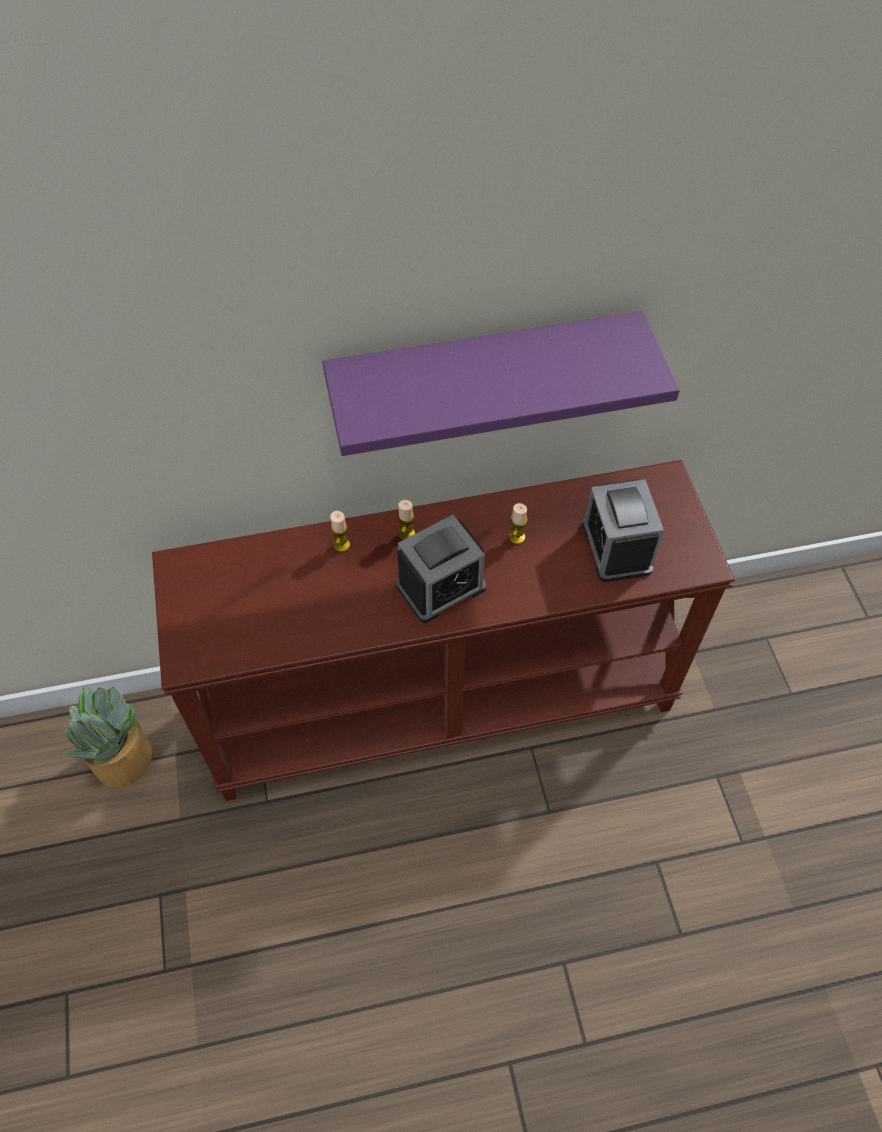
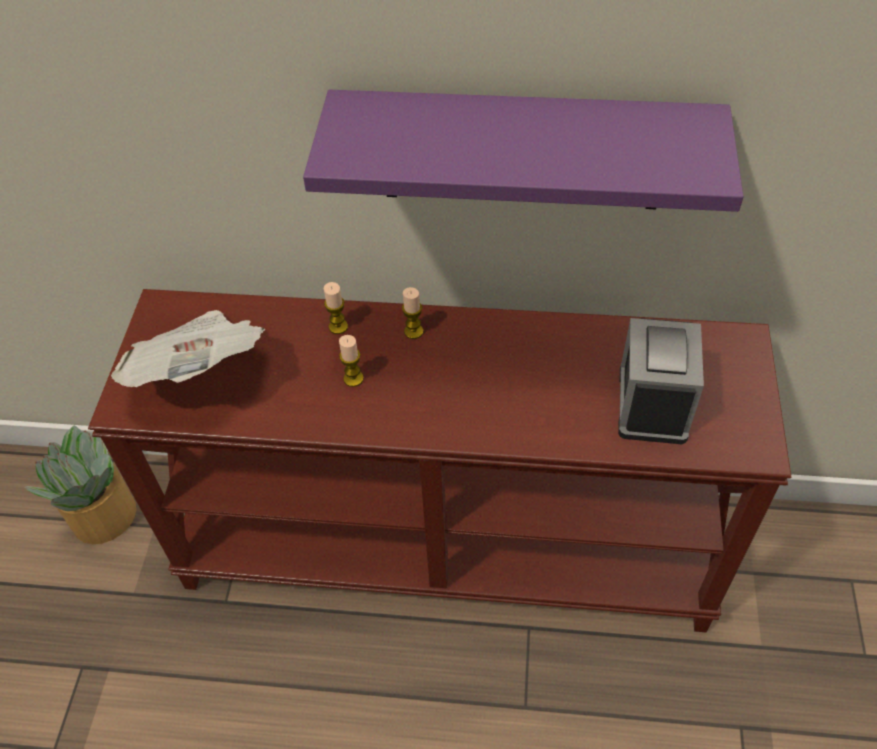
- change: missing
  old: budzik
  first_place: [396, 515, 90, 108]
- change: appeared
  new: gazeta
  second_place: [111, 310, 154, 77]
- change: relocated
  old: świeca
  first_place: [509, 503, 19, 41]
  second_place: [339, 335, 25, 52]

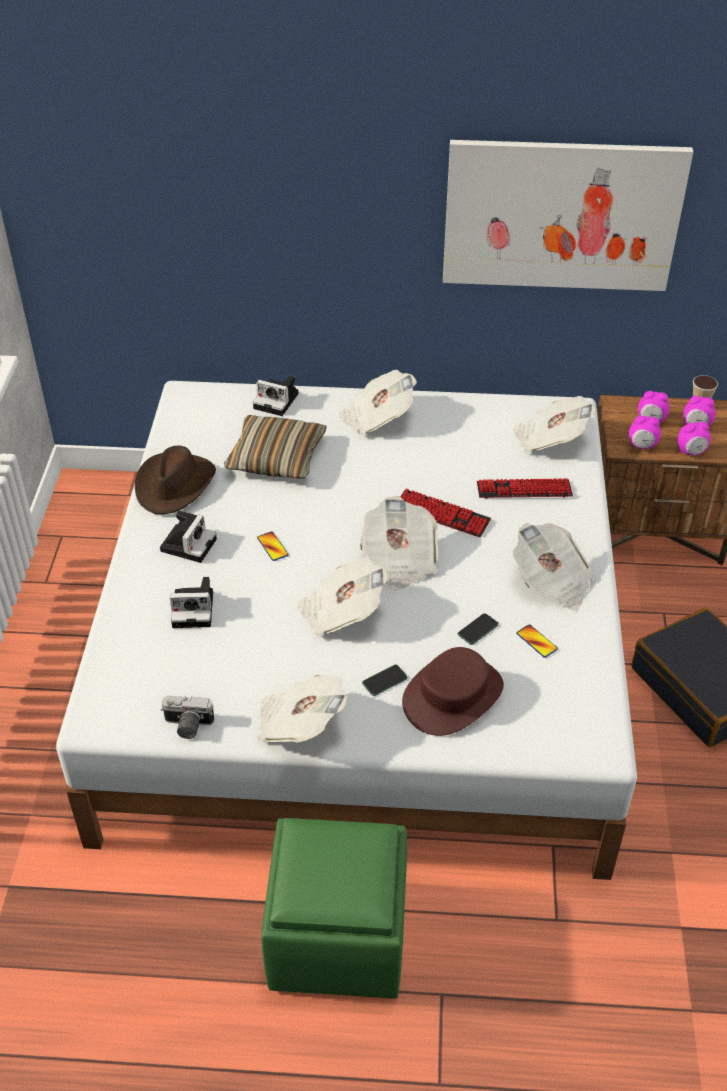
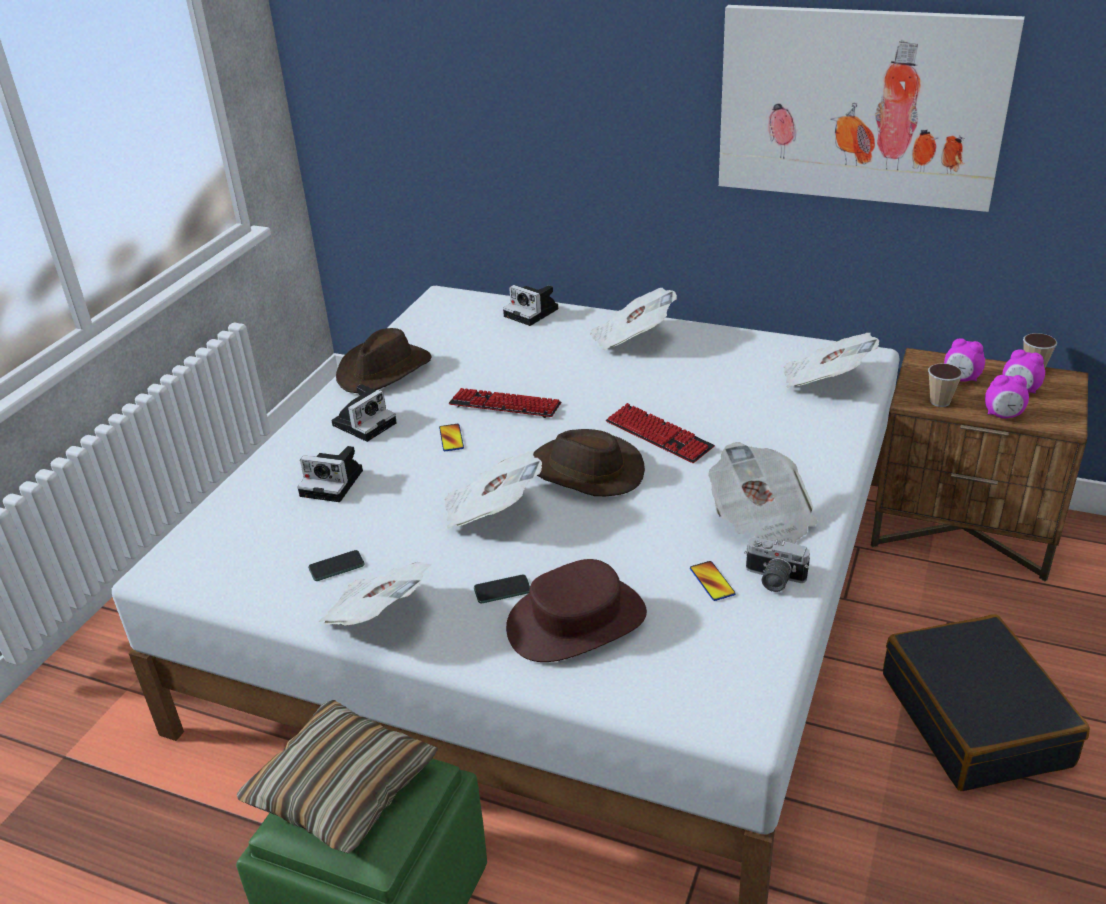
- change: relocated
  old: aparat fotograficzny
  first_place: [160, 696, 54, 43]
  second_place: [744, 537, 66, 55]
- change: relocated
  old: poduszka
  first_place: [224, 415, 103, 64]
  second_place: [236, 700, 202, 154]
- change: relocated
  old: telefon
  first_place: [457, 613, 42, 32]
  second_place: [308, 550, 57, 31]
- change: relocated
  old: klawiatura
  first_place: [477, 478, 96, 21]
  second_place: [449, 388, 112, 30]
- change: exchanged
  old: gazeta
  new: kapelusz/brązowy
  first_place: [359, 496, 79, 95]
  second_place: [533, 429, 112, 67]
- change: exchanged
  old: budzik
  new: filiżanka
  first_place: [629, 416, 32, 33]
  second_place: [928, 363, 35, 44]

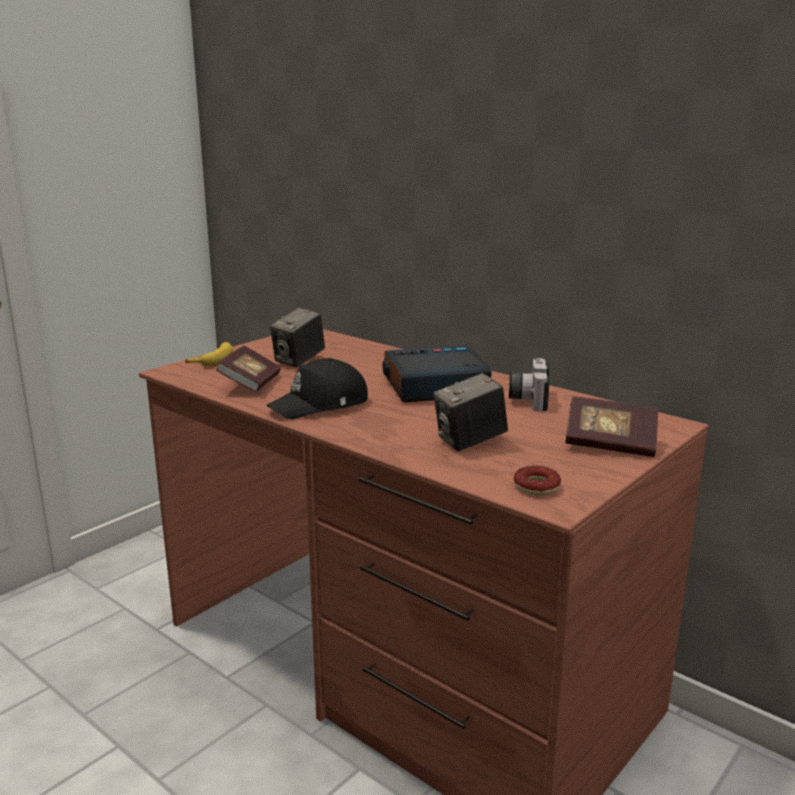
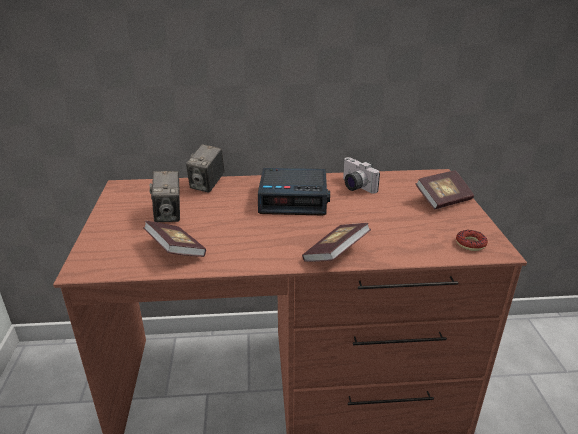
- change: missing
  old: banan
  first_place: [185, 342, 48, 24]
- change: missing
  old: czapka z daszkiem/czarny
  first_place: [267, 358, 101, 61]
- change: appeared
  new: książka
  second_place: [302, 223, 69, 39]
- change: relocated
  old: aparat fotograficzny
  first_place: [433, 373, 75, 78]
  second_place: [186, 144, 38, 49]
- change: spun
  old: budzik
  first_place: [383, 345, 108, 57]
  second_place: [258, 168, 72, 47]
  degrees: -120

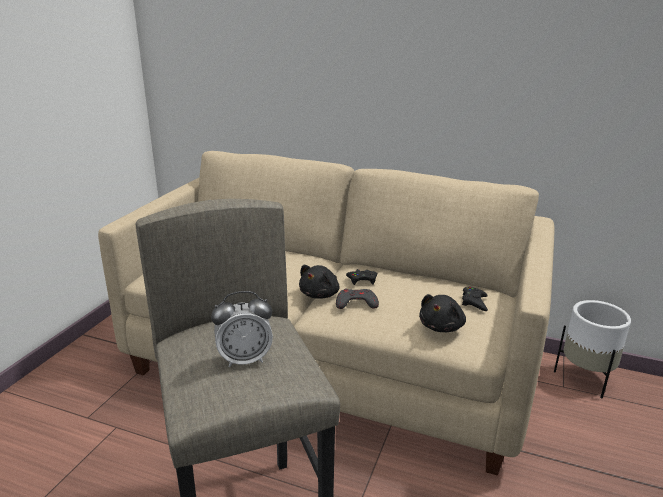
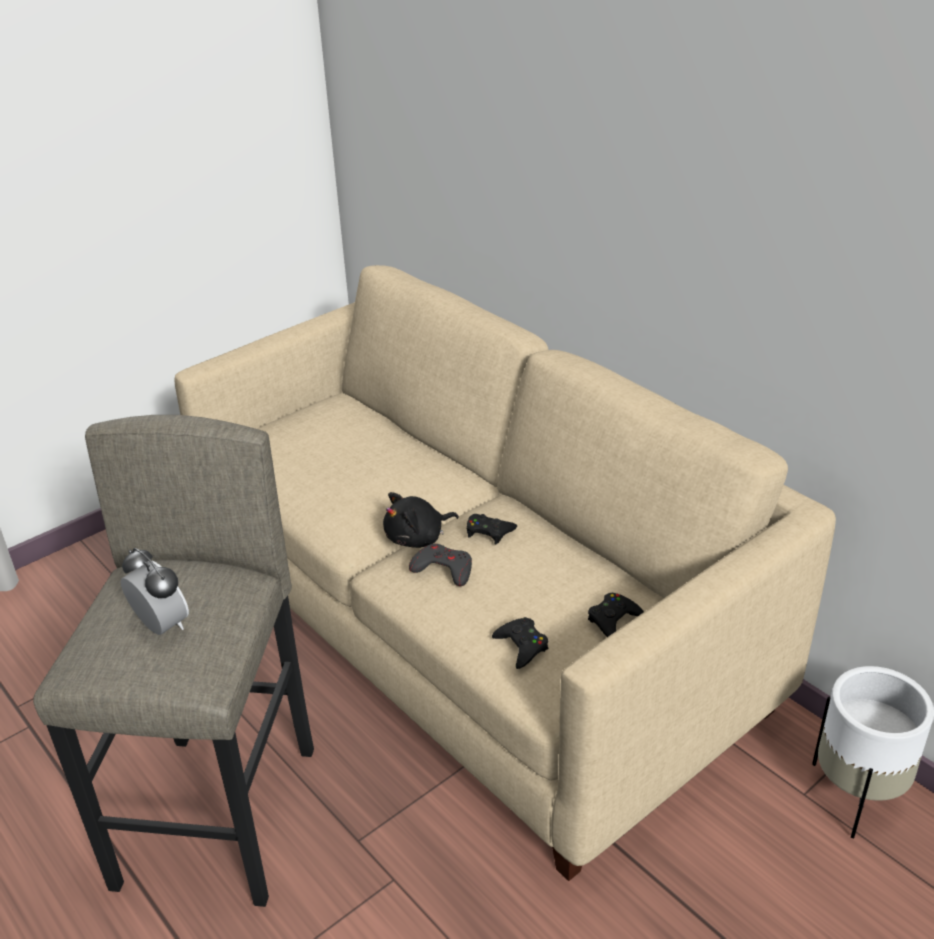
- change: exchanged
  old: pluszak/czarny
  new: pad do gier/czarny
  first_place: [419, 294, 47, 38]
  second_place: [492, 617, 56, 52]
- change: spun
  old: budzik
  first_place: [211, 291, 62, 76]
  second_place: [120, 548, 69, 87]
  degrees: -150

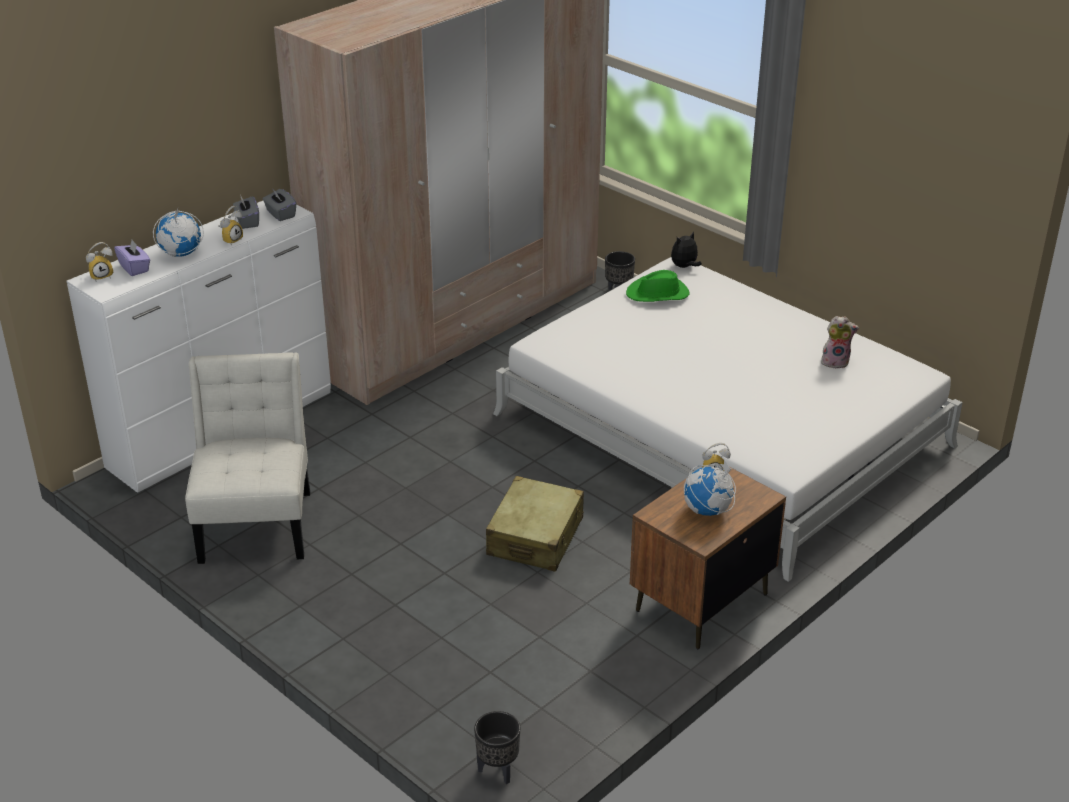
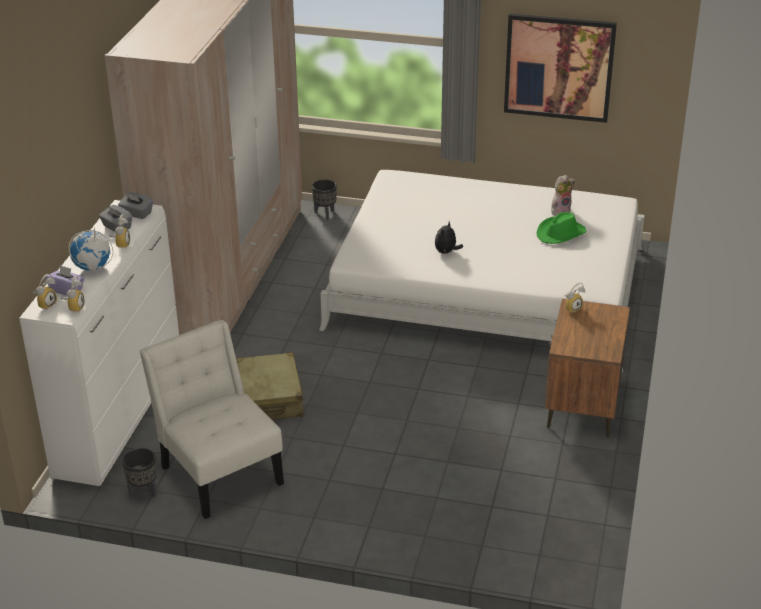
- change: missing
  old: globus
  first_place: [684, 460, 52, 56]
- change: appeared
  new: budzik
  second_place: [61, 276, 24, 36]
- change: appeared
  new: obraz
  second_place: [504, 13, 113, 110]
- change: relocated
  old: donica/czarny
  first_place: [474, 711, 46, 73]
  second_place: [122, 448, 35, 50]
- change: relocated
  old: walizka/beżowy
  first_place: [486, 476, 98, 96]
  second_place: [236, 352, 68, 68]
- change: relocated
  old: kapelusz/zielony
  first_place: [626, 270, 64, 32]
  second_place: [537, 212, 50, 32]
- change: relocated
  old: pluszak
  first_place: [671, 232, 31, 36]
  second_place: [435, 222, 28, 32]

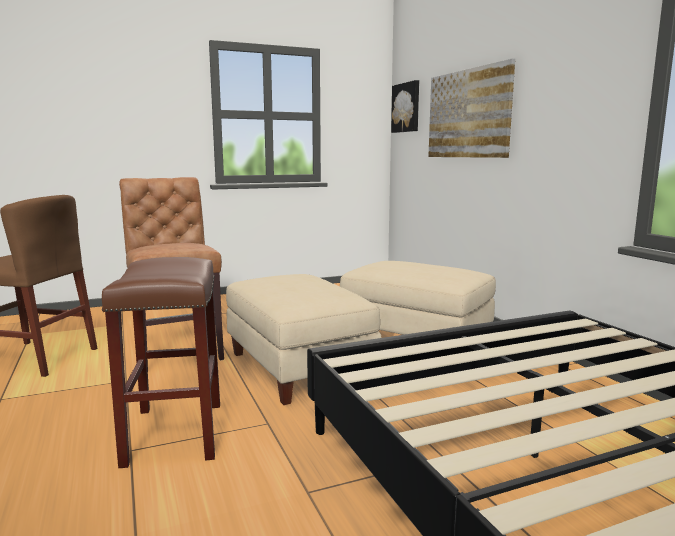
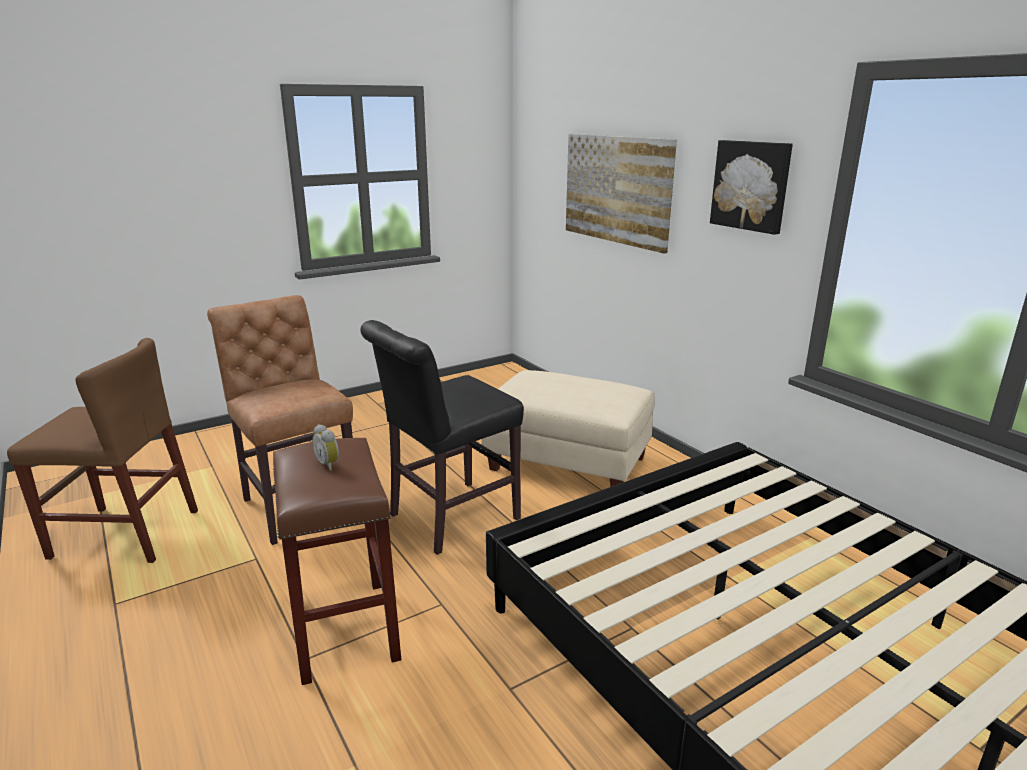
- change: appeared
  new: budzik
  second_place: [312, 424, 27, 47]
- change: relocated
  old: obraz
  first_place: [391, 80, 28, 53]
  second_place: [710, 140, 83, 95]
- change: exchanged
  old: pufa/beżowy
  new: krzesło/czarny
  first_place: [226, 274, 156, 131]
  second_place: [361, 320, 163, 235]

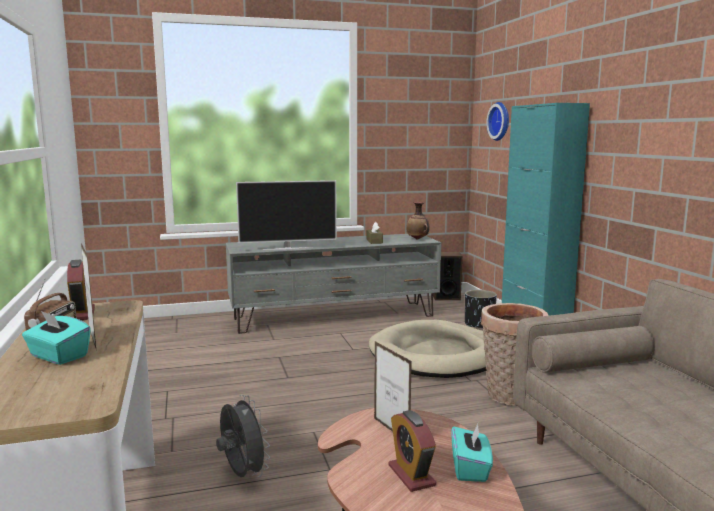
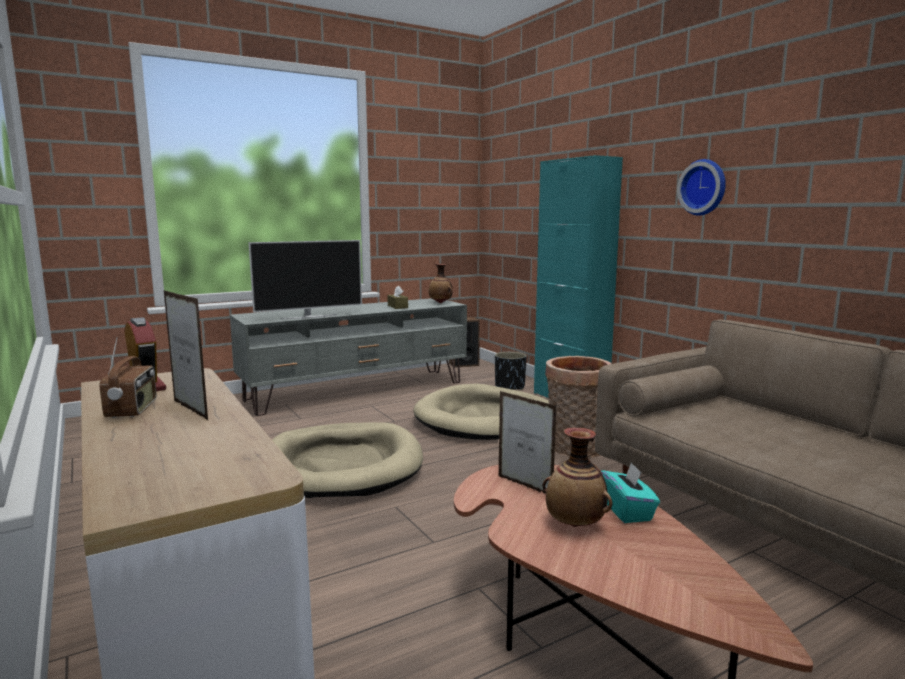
- change: missing
  old: pudełko chusteczek/turkusowy
  first_place: [22, 311, 69, 54]
- change: missing
  old: wentylator/szary
  first_place: [216, 395, 54, 83]
- change: appeared
  new: legowisko/beżowy
  second_place: [272, 422, 151, 76]
- change: relocated
  old: zegar ścienny
  first_place: [486, 102, 23, 39]
  second_place: [677, 159, 49, 57]
- change: exchanged
  old: budzik
  new: wazon
  first_place: [388, 410, 48, 82]
  second_place: [543, 428, 69, 99]

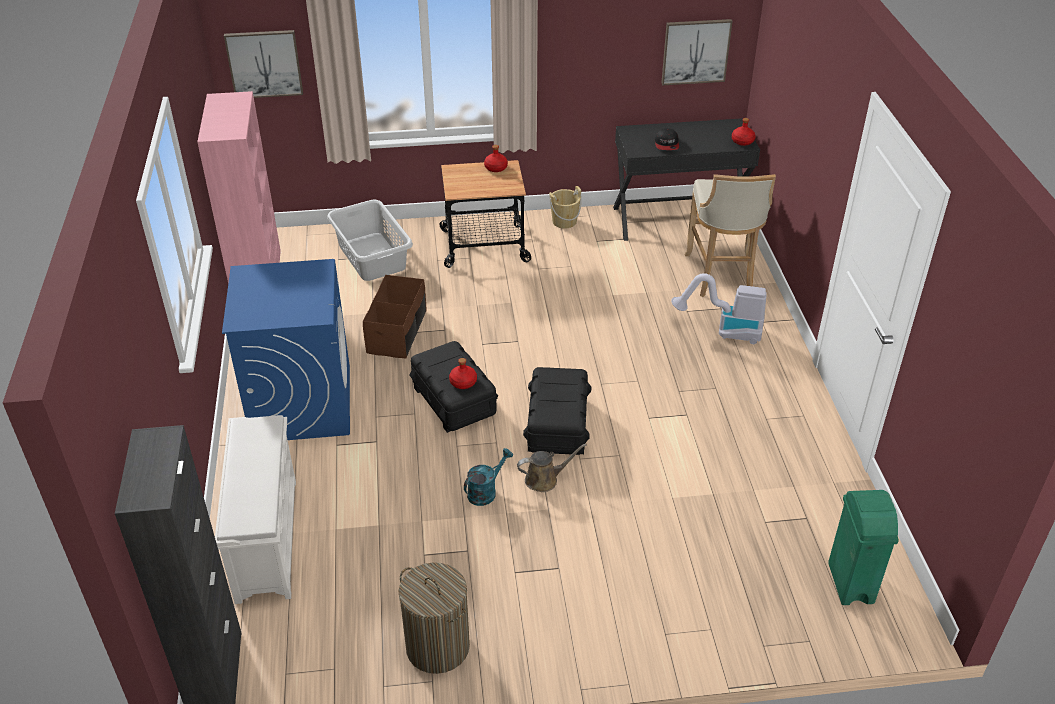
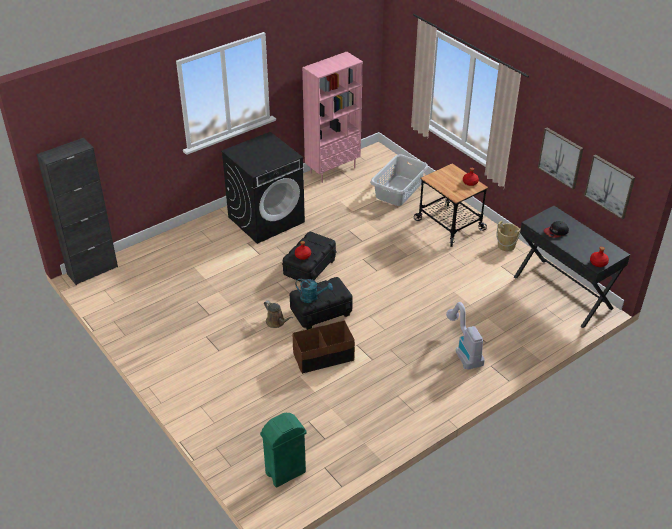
- change: missing
  old: regał na buty/biały
  first_place: [215, 415, 81, 189]
- change: missing
  old: kosz na pranie
  first_place: [399, 562, 71, 112]
- change: missing
  old: stołek/beżowy
  first_place: [685, 174, 91, 123]
- change: relocated
  old: obraz
  first_place: [224, 30, 79, 68]
  second_place: [538, 128, 46, 62]
- change: relocated
  old: pojemnik do przechowywania/brązowy
  first_place: [363, 275, 64, 83]
  second_place: [293, 320, 62, 54]
- change: relocated
  old: konewka/turkusowy
  first_place: [464, 448, 49, 58]
  second_place: [295, 279, 38, 24]
- change: colour
  old: pralka/niebieski
  new: pralka/czarny
  first_place: [222, 259, 128, 181]
  second_place: [221, 132, 84, 112]

